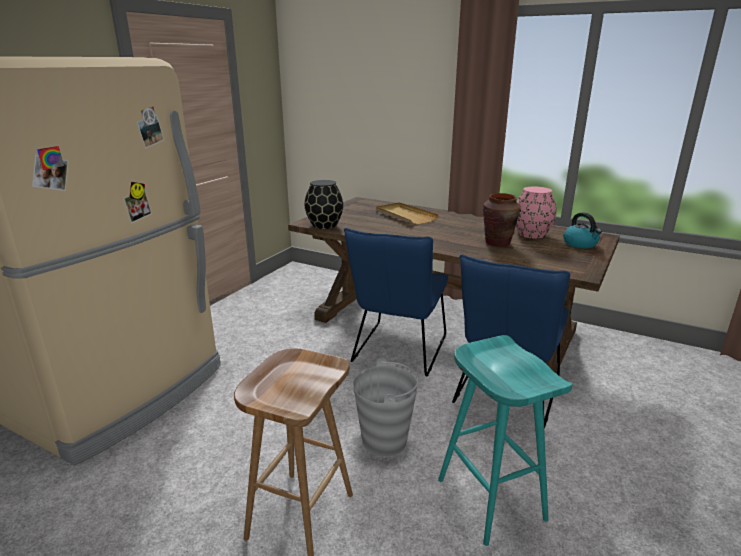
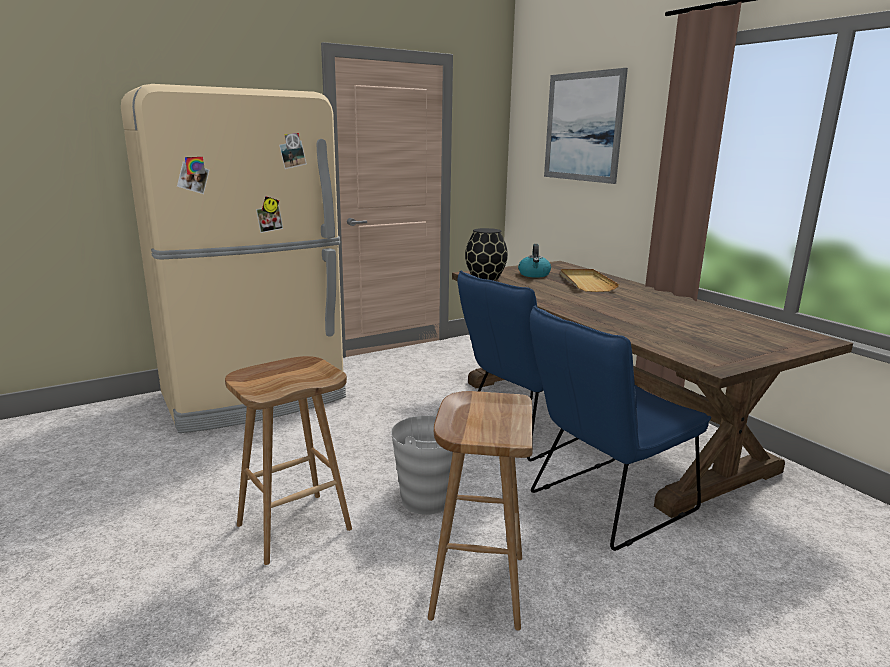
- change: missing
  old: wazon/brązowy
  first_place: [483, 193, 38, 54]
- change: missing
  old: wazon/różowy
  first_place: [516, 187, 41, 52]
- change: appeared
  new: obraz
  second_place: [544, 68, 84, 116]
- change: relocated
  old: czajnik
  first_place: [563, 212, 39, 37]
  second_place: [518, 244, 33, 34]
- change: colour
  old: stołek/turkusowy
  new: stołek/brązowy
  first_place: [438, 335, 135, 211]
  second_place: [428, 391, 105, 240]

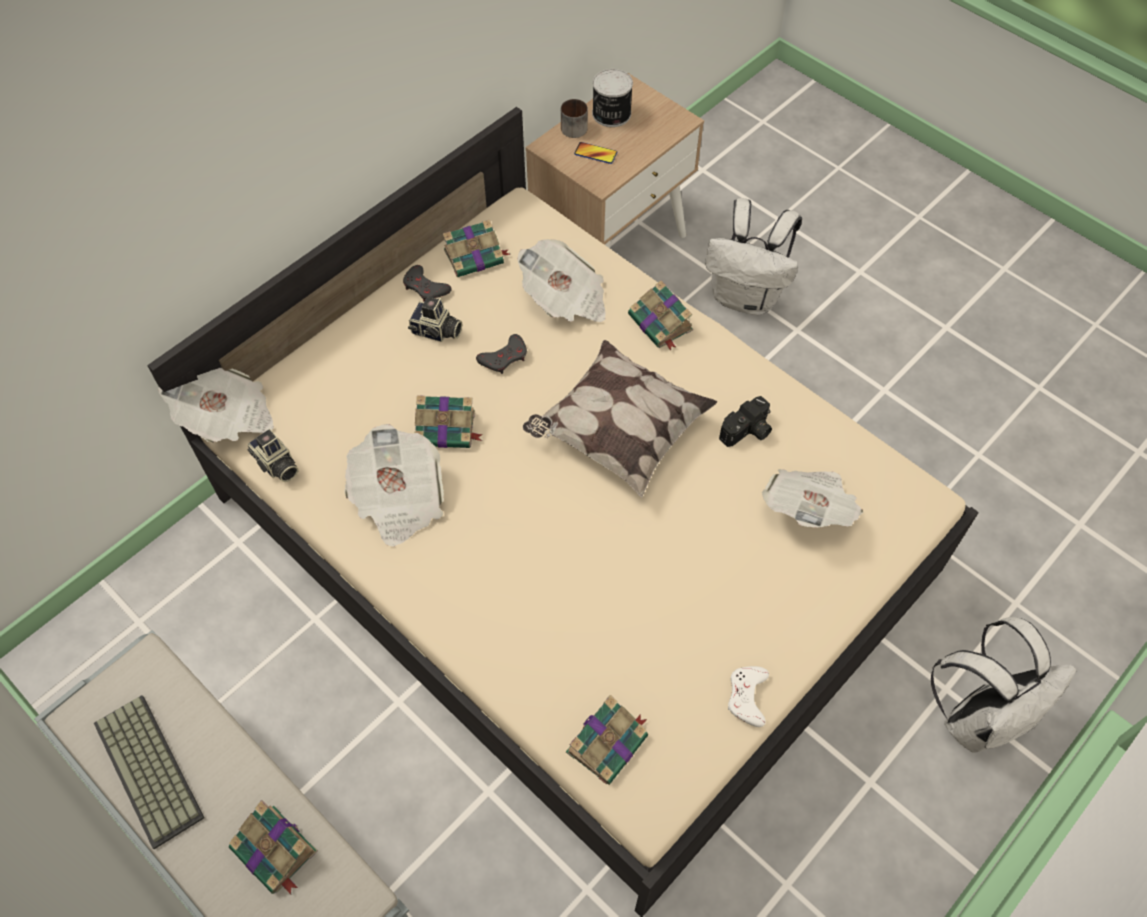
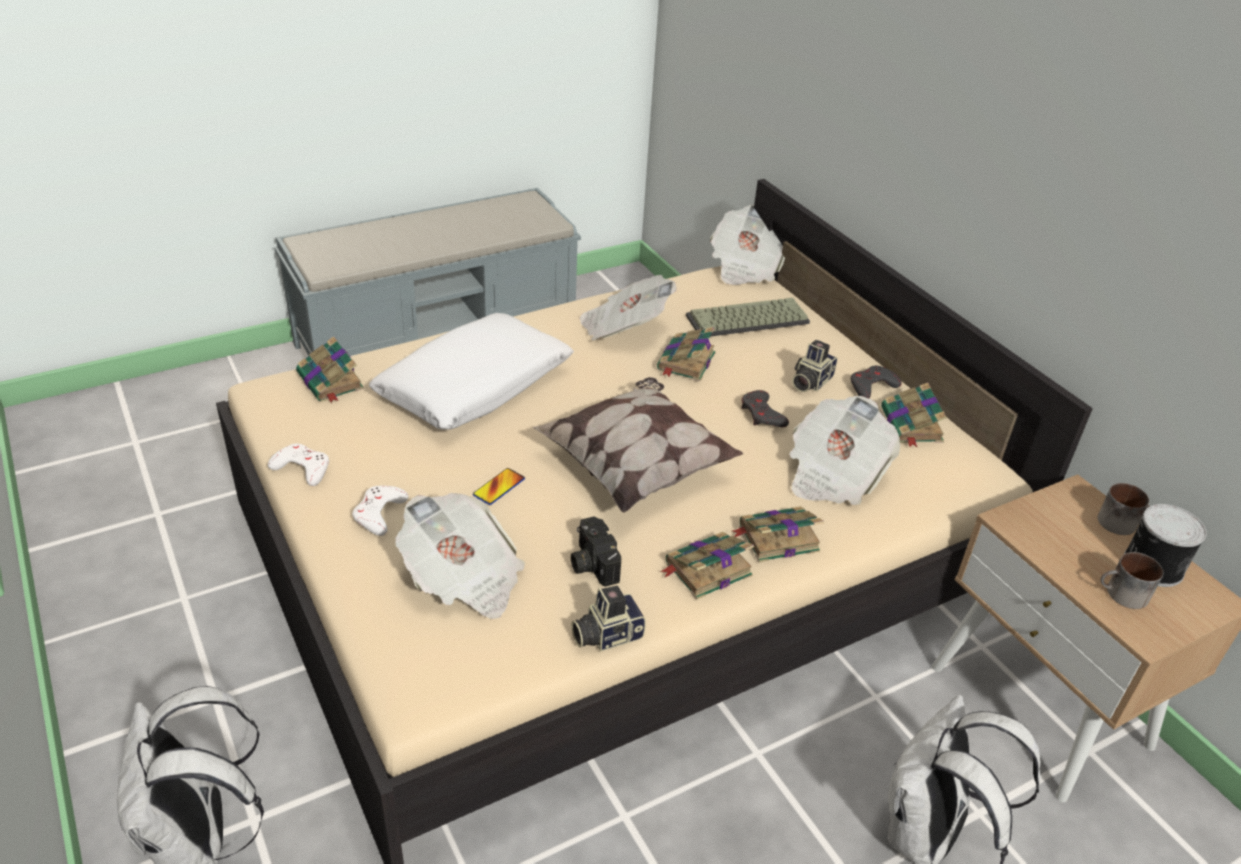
- change: appeared
  new: pad do gier/biały
  second_place: [352, 486, 57, 50]
- change: appeared
  new: poduszka/biały
  second_place: [369, 313, 205, 117]
- change: appeared
  new: kubek
  second_place: [1101, 552, 62, 57]
- change: relocated
  old: klawiatura
  first_place: [94, 695, 111, 154]
  second_place: [686, 298, 124, 39]
- change: relocated
  old: książka
  first_place: [229, 800, 89, 94]
  second_place: [660, 532, 94, 68]
- change: relocated
  old: aparat fotograficzny
  first_place: [247, 429, 52, 53]
  second_place: [571, 585, 75, 67]
- change: relocated
  old: telefon
  first_place: [574, 142, 43, 22]
  second_place: [473, 468, 52, 37]

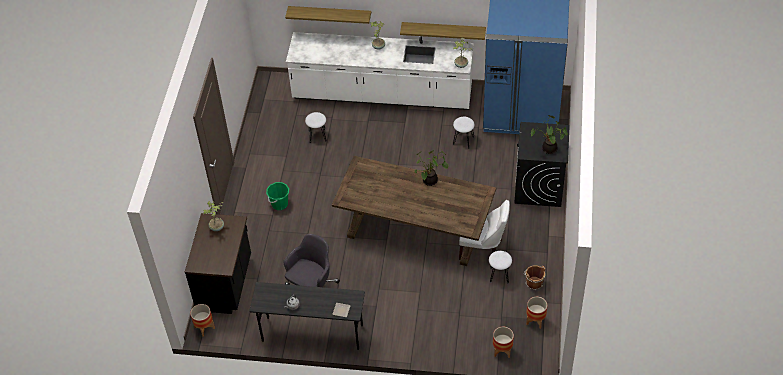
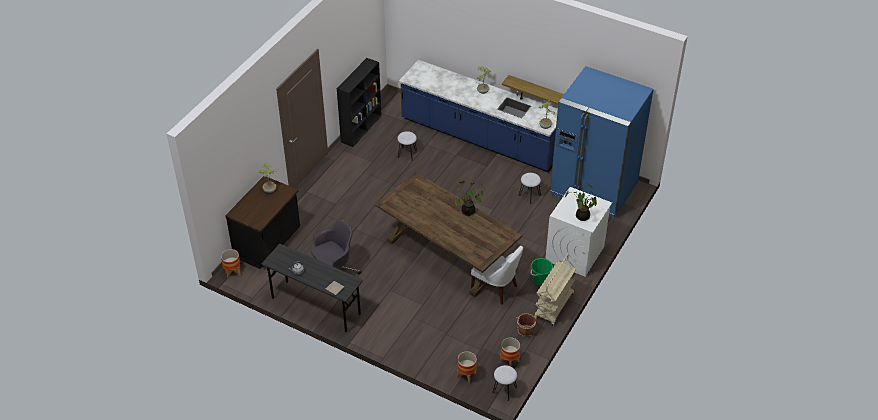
- change: missing
  old: półka
  first_place: [285, 6, 86, 18]
- change: appeared
  new: regał/czarny
  second_place: [337, 58, 45, 89]
- change: appeared
  new: wózek/beżowy
  second_place: [534, 254, 42, 72]
- change: relocated
  old: wiadro/zielony
  first_place: [266, 182, 23, 28]
  second_place: [530, 258, 23, 27]
- change: relocated
  old: stołek/biały
  first_place: [489, 251, 23, 33]
  second_place: [492, 365, 25, 36]
- change: colour
  old: zabudowa kuchenna/biały
  new: zabudowa kuchenna/niebieski
  first_place: [286, 32, 188, 78]
  second_place: [399, 60, 159, 112]
- change: colour
  old: pralka/czarny
  new: pralka/biały
  first_place: [514, 122, 56, 85]
  second_place: [545, 187, 67, 90]

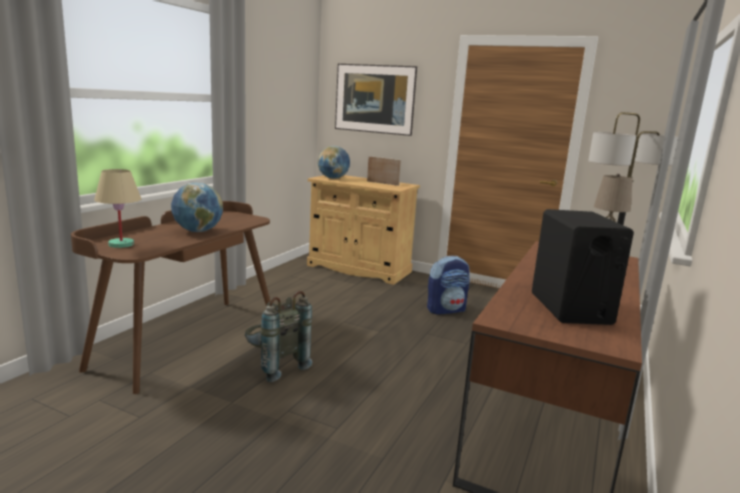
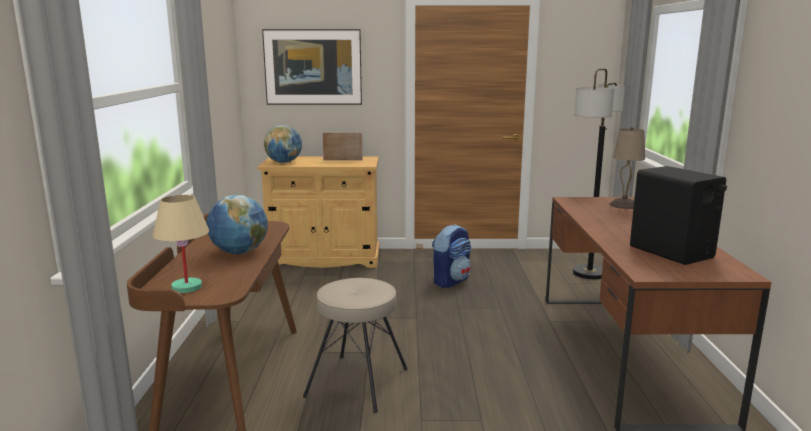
- change: exchanged
  old: plecak/szary
  new: stołek/beżowy
  first_place: [245, 291, 68, 91]
  second_place: [303, 278, 104, 135]

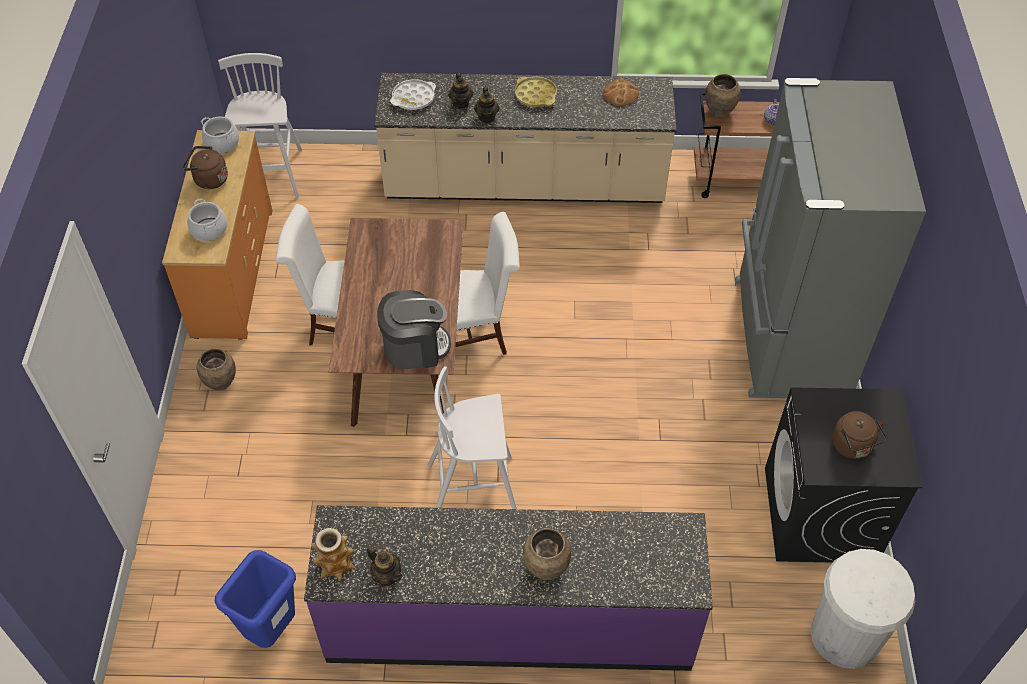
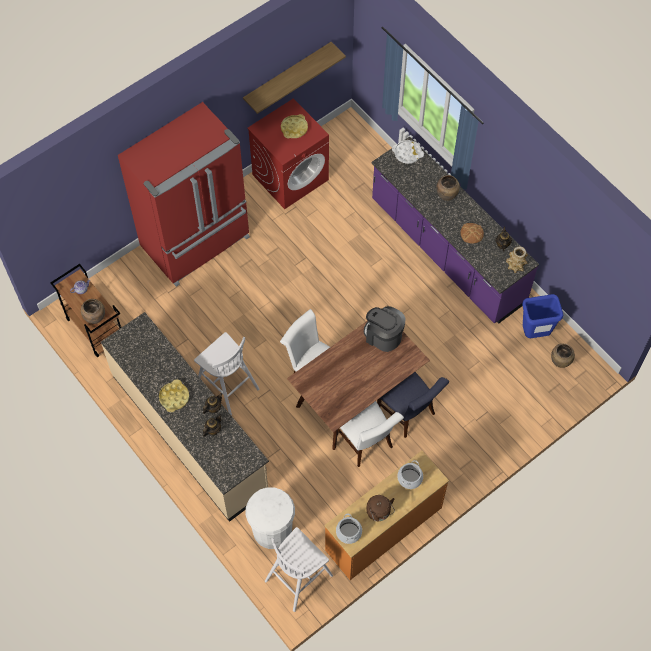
- change: appeared
  new: półka
  second_place: [243, 42, 103, 72]
- change: appeared
  new: krzesło/niebieski
  second_place: [377, 372, 72, 66]
- change: relocated
  old: wazon/brązowy
  first_place: [197, 348, 39, 43]
  second_place: [551, 344, 24, 24]
- change: relocated
  old: taca/biały
  first_place: [390, 79, 46, 31]
  second_place: [392, 140, 32, 24]
- change: relocated
  old: stołek/biały
  first_place: [428, 366, 89, 143]
  second_place: [194, 332, 66, 83]
- change: relocated
  old: chleb
  first_place: [603, 77, 36, 29]
  second_place: [460, 223, 24, 20]
- change: relocated
  old: kosz na śmieci/biały
  first_place: [811, 549, 104, 120]
  second_place: [245, 487, 50, 62]
- change: exchanged
  old: czajnik/brązowy
  new: taca/żółty
  first_place: [832, 411, 55, 48]
  second_place: [281, 114, 27, 25]
- change: colour
  old: lodówka/szary
  new: lodówka/czerwony
  first_place: [735, 78, 191, 320]
  second_place: [118, 102, 132, 185]
- change: colour
  old: pralka/czarny
  new: pralka/czerwony
  first_place: [765, 387, 157, 176]
  second_place: [247, 98, 82, 111]

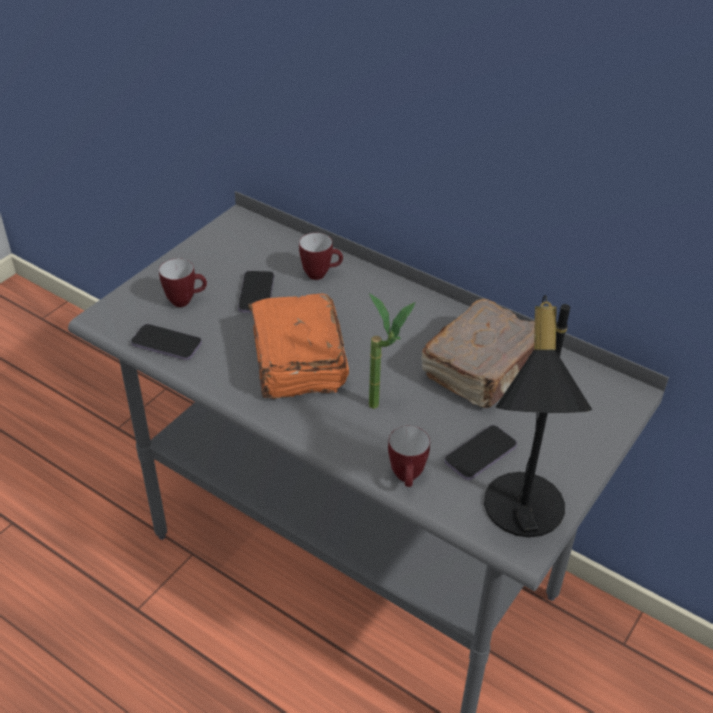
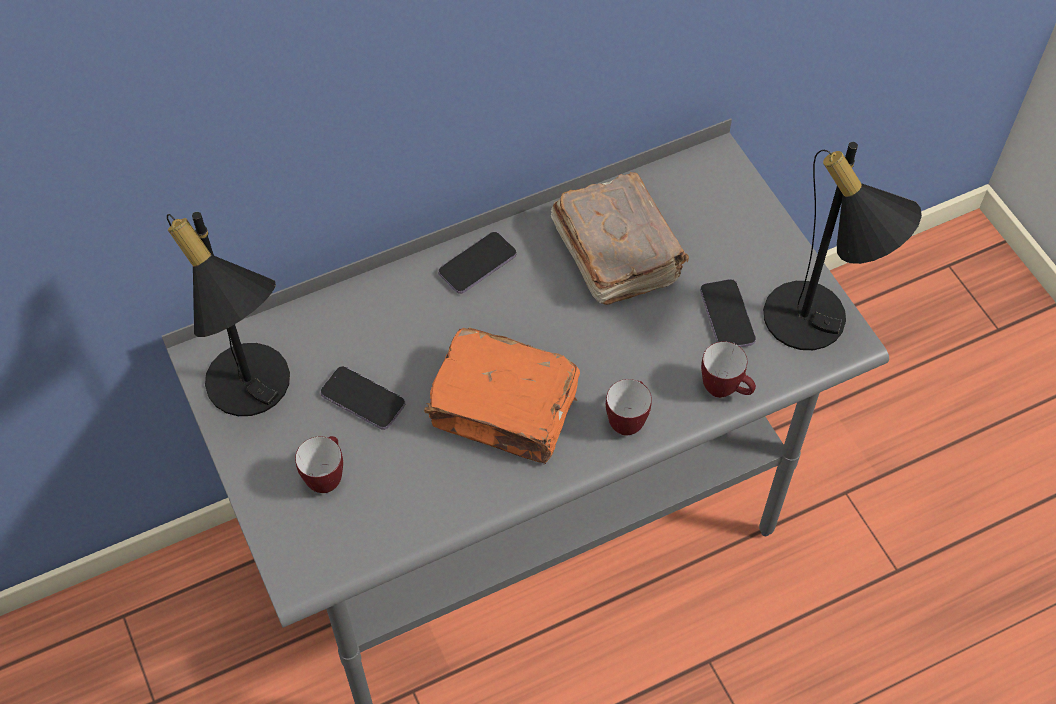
- change: missing
  old: roślina doniczkowa
  first_place: [369, 293, 46, 116]
- change: appeared
  new: lampa stołowa/czarny
  second_place: [167, 212, 123, 204]
- change: relocated
  old: telefon
  first_place: [131, 324, 71, 36]
  second_place: [438, 232, 78, 62]
- change: relocated
  old: kubek
  first_place: [299, 233, 44, 47]
  second_place: [606, 379, 46, 57]

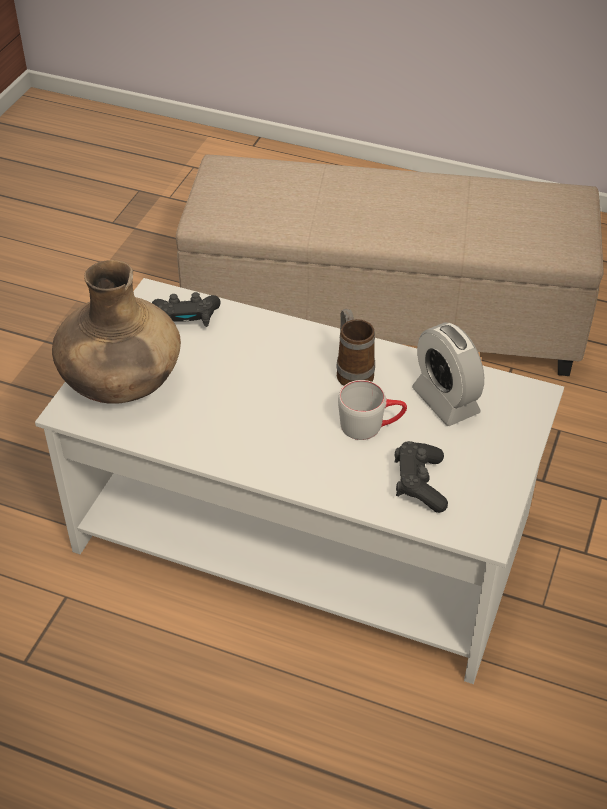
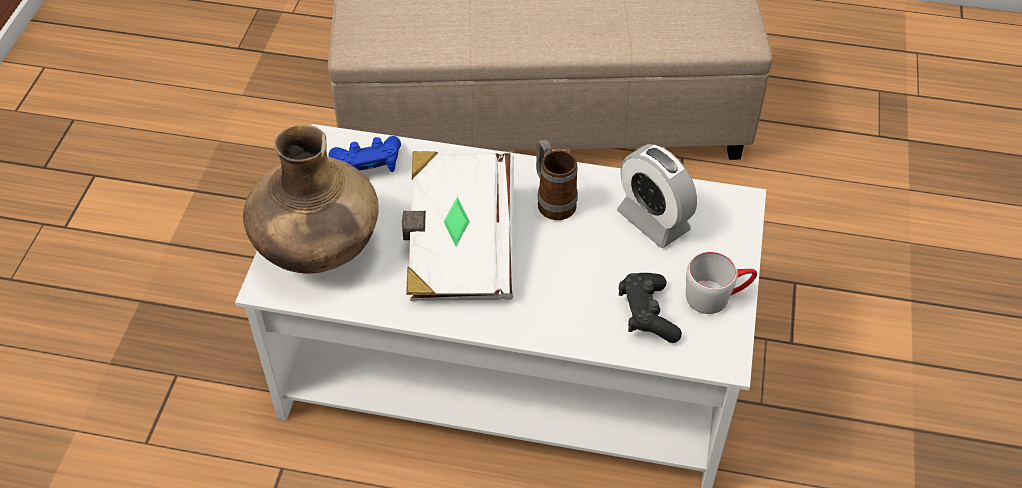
- change: appeared
  new: książka/biały
  second_place: [402, 151, 112, 150]
- change: relocated
  old: kubek/szary
  first_place: [338, 380, 69, 60]
  second_place: [686, 251, 71, 63]
- change: colour
  old: pad do gier/czarny
  new: pad do gier/niebieski
  first_place: [152, 292, 69, 35]
  second_place: [329, 136, 72, 36]

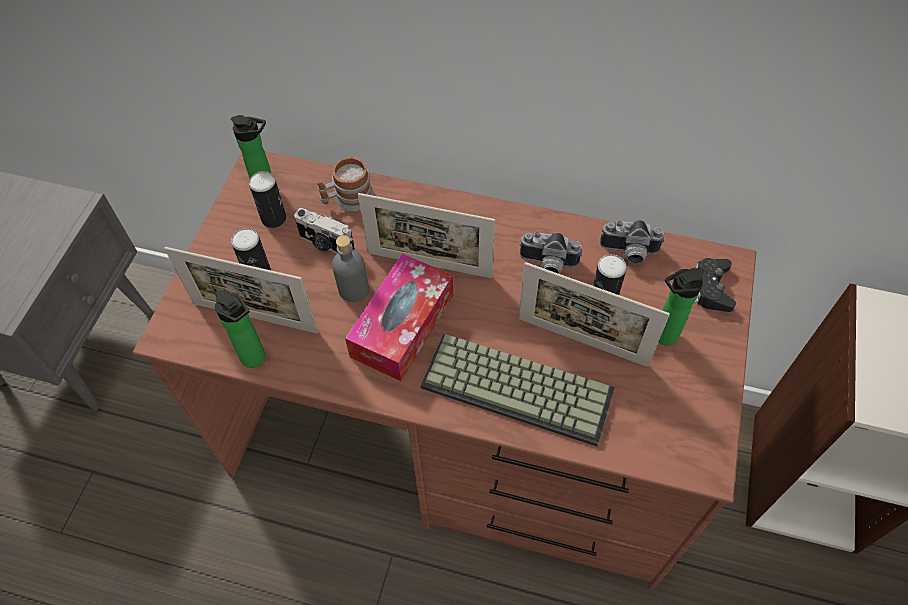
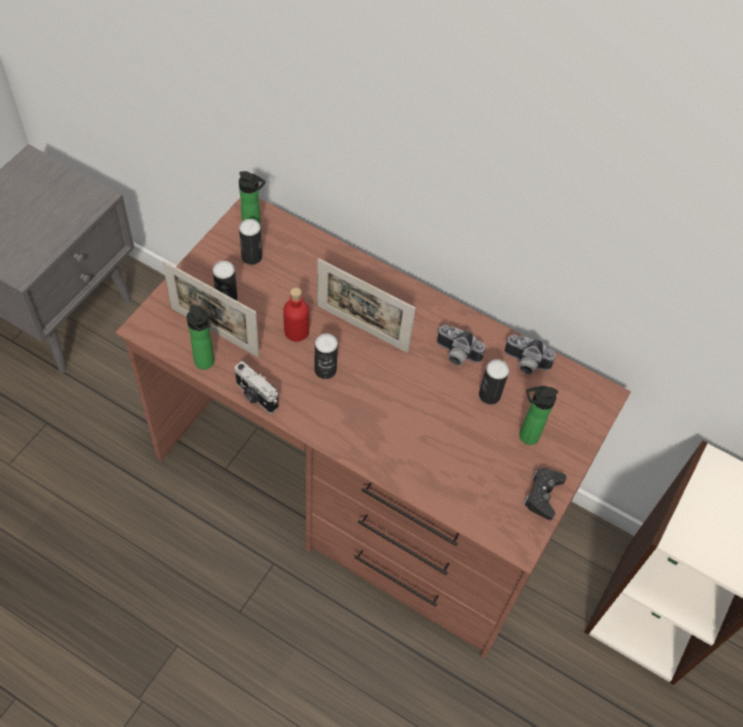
- change: missing
  old: kubek
  first_place: [317, 156, 57, 55]
- change: missing
  old: klawiatura
  first_place: [421, 334, 194, 112]
- change: missing
  old: ramka na zdjęcie
  first_place: [519, 262, 151, 105]
- change: relocated
  old: aparat fotograficzny
  first_place: [294, 208, 61, 45]
  second_place: [235, 361, 43, 53]
- change: relocated
  old: pad do gier/czarny
  first_place: [695, 258, 41, 54]
  second_place: [523, 468, 44, 52]
- change: exchanged
  old: pudełko chusteczek
  new: puszka
  first_place: [345, 254, 108, 127]
  second_place: [314, 333, 24, 46]
- change: colour
  old: butelka/szary
  new: butelka/czerwony
  first_place: [332, 235, 37, 67]
  second_place: [283, 288, 26, 54]

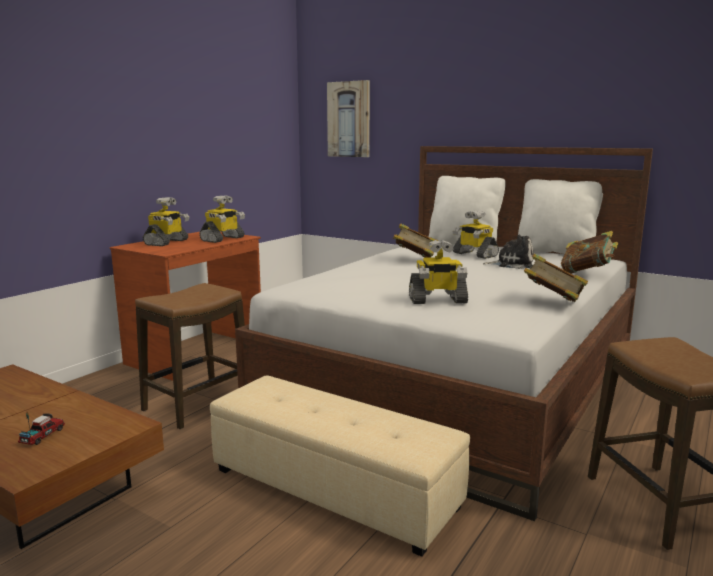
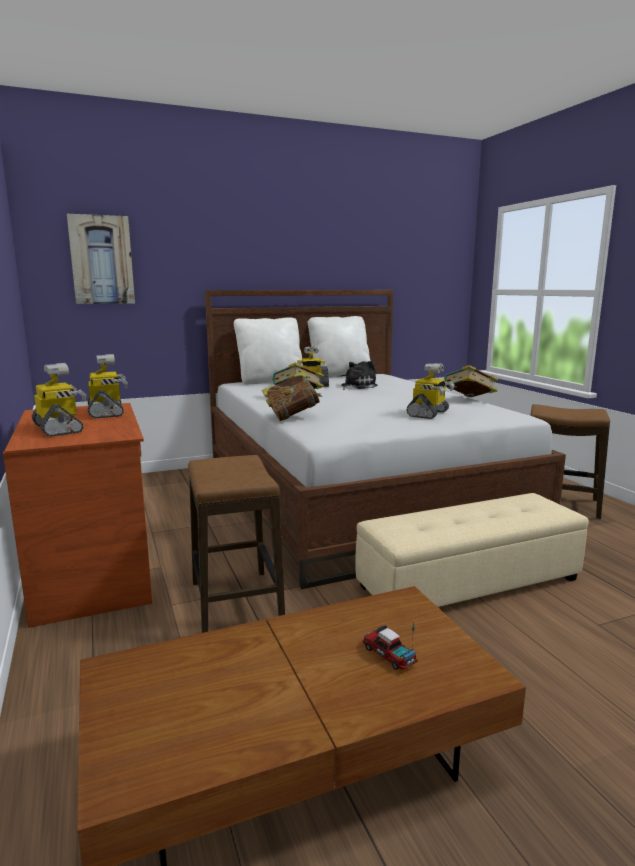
- change: relocated
  old: książka
  first_place: [561, 231, 57, 43]
  second_place: [262, 371, 61, 50]

